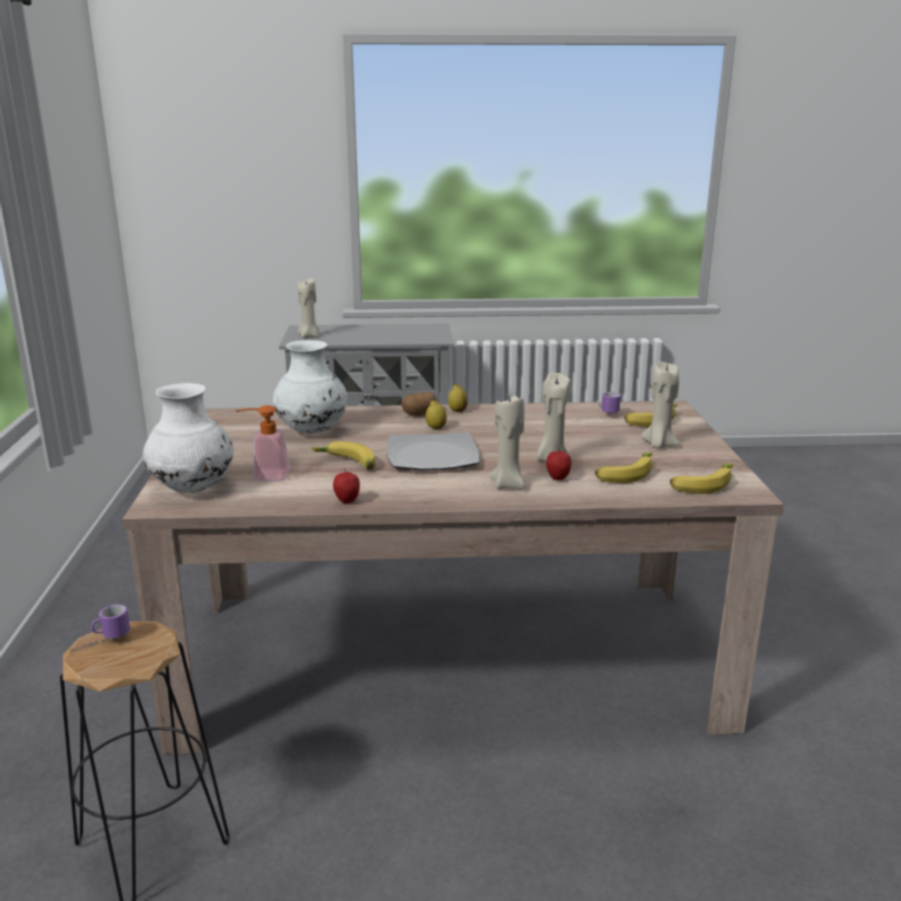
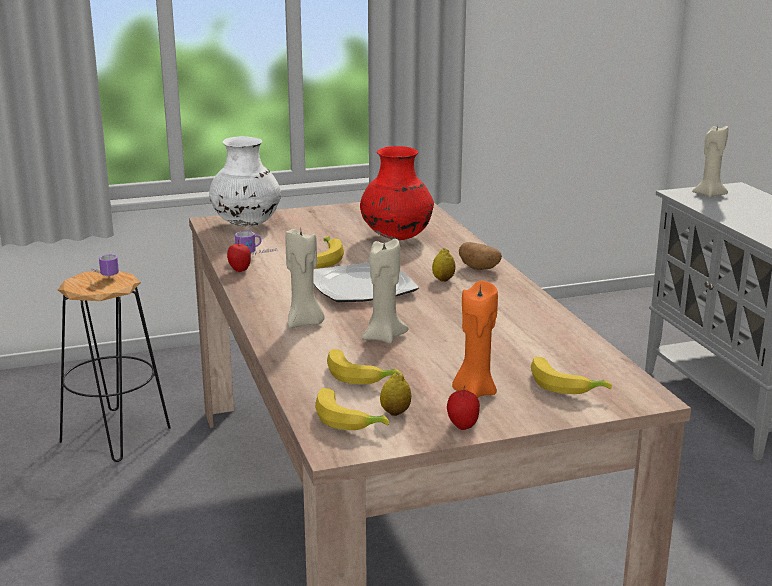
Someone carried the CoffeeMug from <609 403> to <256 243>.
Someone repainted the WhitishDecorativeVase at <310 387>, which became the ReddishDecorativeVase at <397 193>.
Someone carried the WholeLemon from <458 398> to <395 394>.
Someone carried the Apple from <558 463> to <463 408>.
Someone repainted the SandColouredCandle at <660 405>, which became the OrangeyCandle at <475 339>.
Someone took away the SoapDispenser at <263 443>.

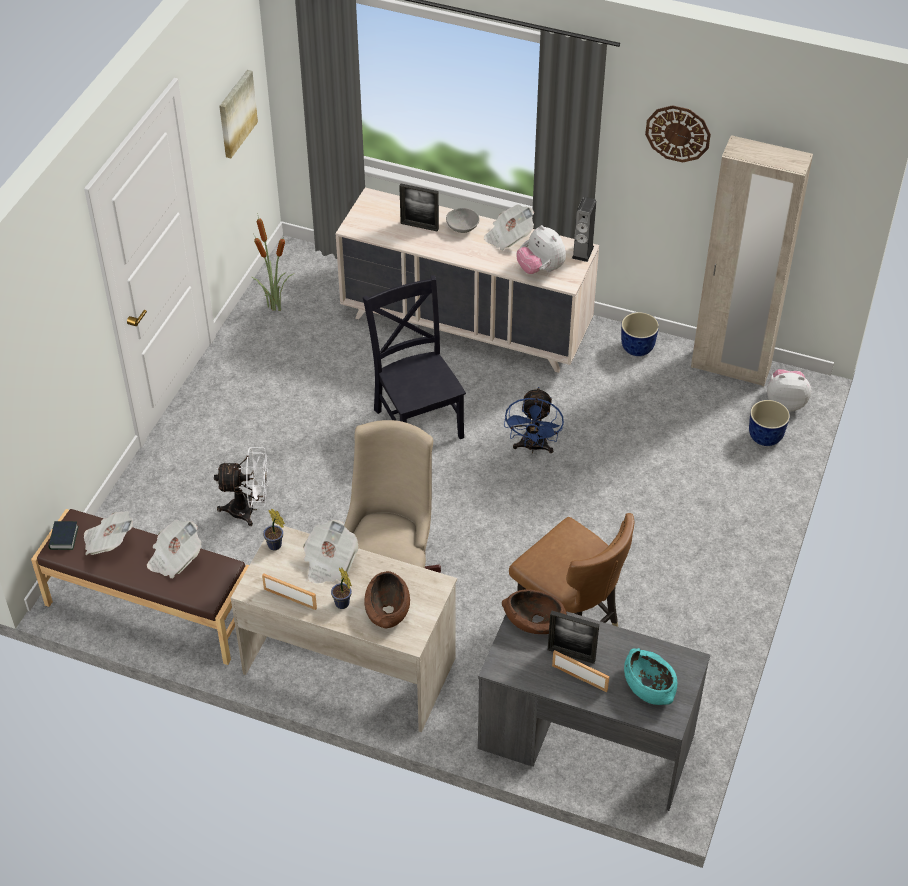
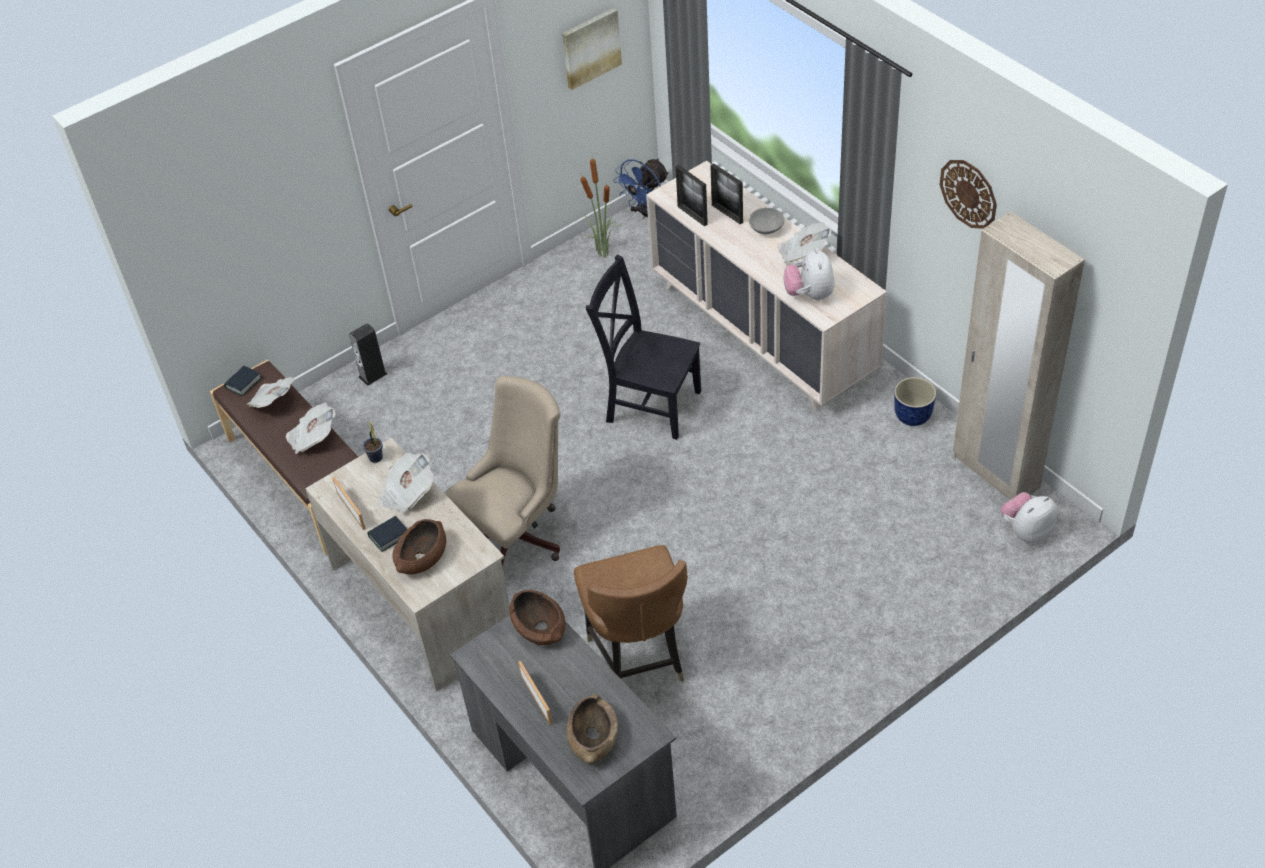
Someone carried the AudioSpeaker from <584 229> to <368 354>.
Someone swapped the Houseplant at <341 588> for the BoundBook at <387 534>.
Someone repainted the TurquoiseColouredBowl at <650 676>, which became the BrownColouredBowl at <592 729>.
Someone rotated the BlackishUprightChair at <414 357> by 75 degrees counterclockwise.
Someone carried the BluishFan from <534 420> to <642 189>.
Someone carried the PictureFrame from <573 637> to <692 196>.
Someone rotated the CuddlyToy at <789 390> by 75 degrees counterclockwise.
Someone took away the WhitishFan at <241 486>.
Someone took away the Planter at <769 423>.

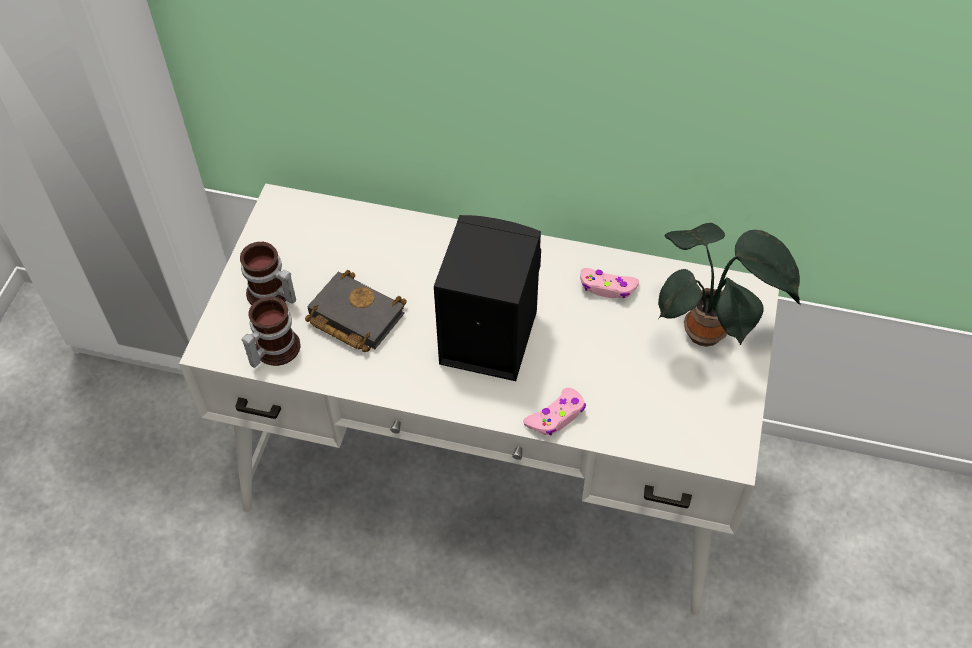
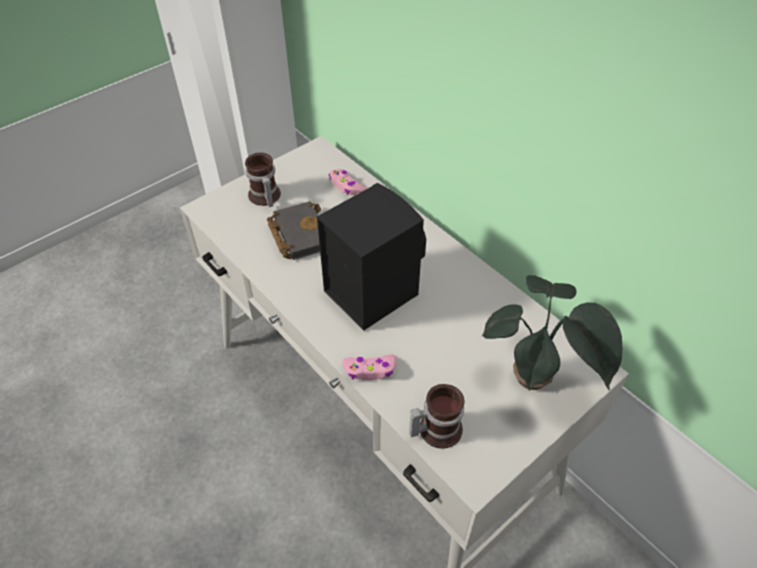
Someone carried the PinkishJoypad from <609 283> to <348 182>.
Someone carried the CoffeeMug from <271 332> to <437 416>.

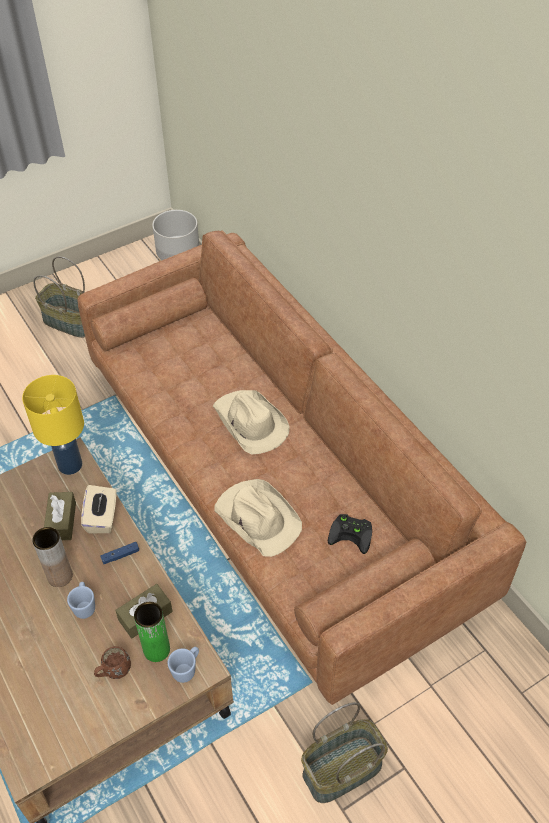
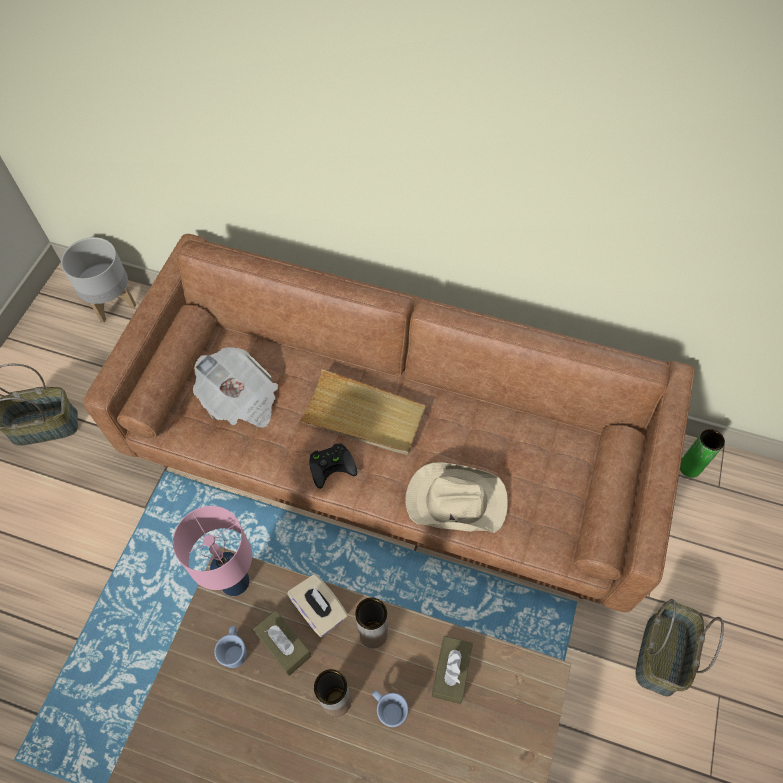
Someone repainted the YellowishTableLamp at <53 425>, which became the PinkishTableLamp at <212 551>.
Someone put down the Newspaper at <235 387>.
Someone carried the BluishCoffeeMug from <183 665> to <230 647>.
Someone swapped the SandColouredWearableHat at <251 422> for the SandColouredCarryingTray at <362 412>.
Someone carried the BlackishJoypad from <350 534> to <333 466>.
Someone swapped the BluishJoypad at <119 553> for the BrownColouredDecorativeVase at <371 622>.
Someone carried the GreenishDecorativeVase from <152 632> to <702 453>.
Someone took away the BrownColouredCoffeeMug at <112 662>.

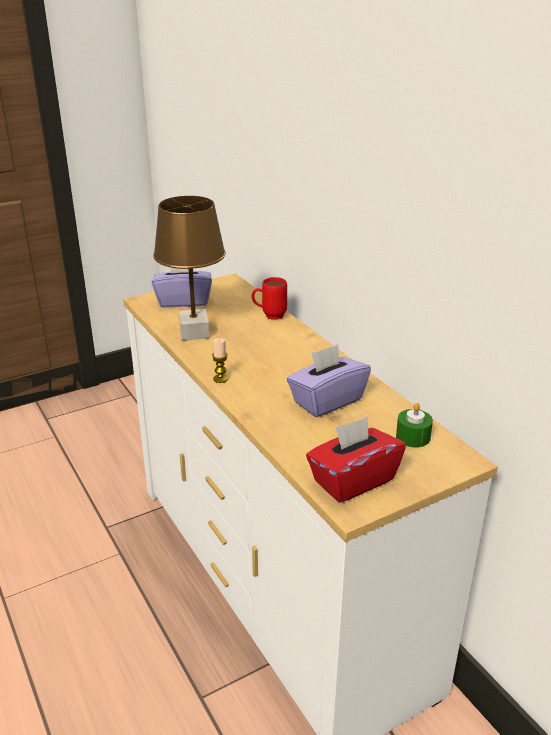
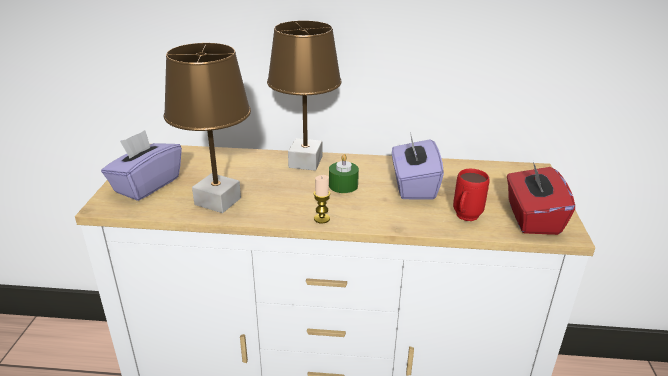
Someone put down the BrownColouredTableLamp at <304 96>.
Someone carried the GreenishCandle from <414 425> to <344 173>.
Someone carried the ReddishCoffeeMug from <269 298> to <471 195>.

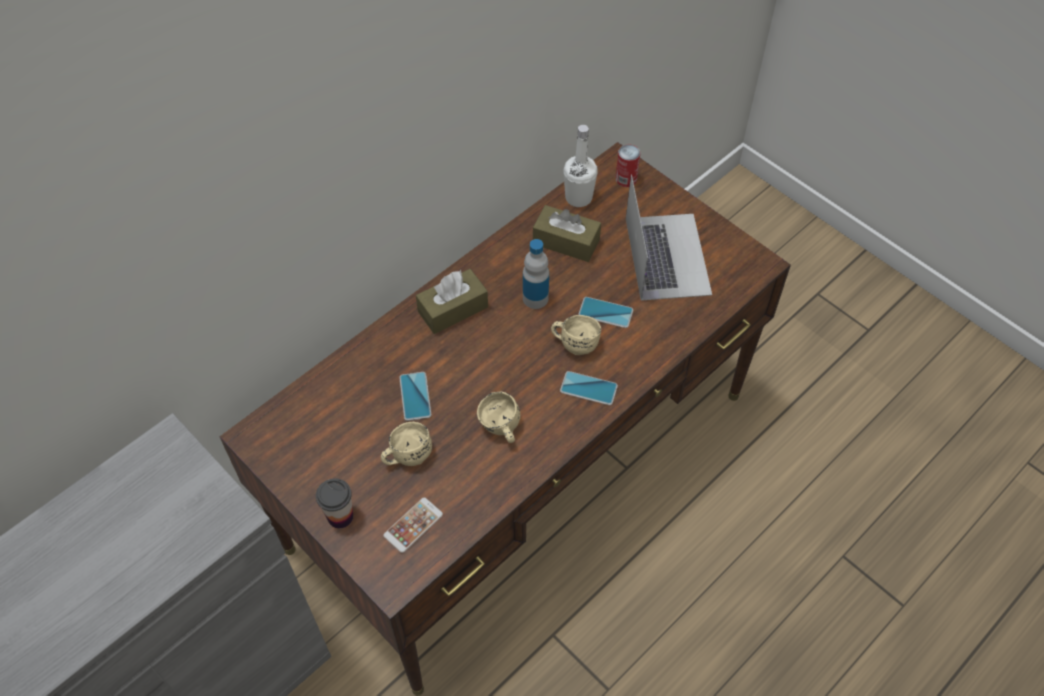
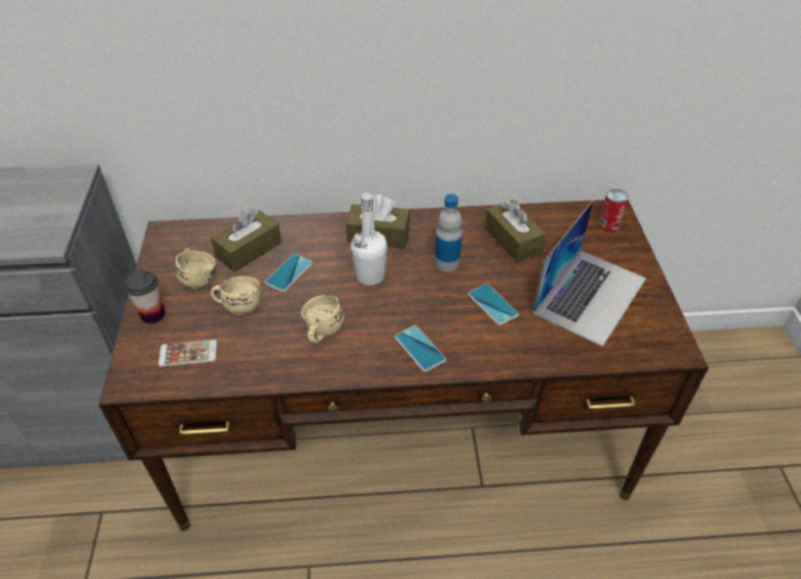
Someone carried the SandColouredCoffeeMug from <576 335> to <195 269>.
Someone put down the BrownColouredTissueHolder at <246 240>.
Someone carried the WhitishBottle from <580 166> to <369 239>.

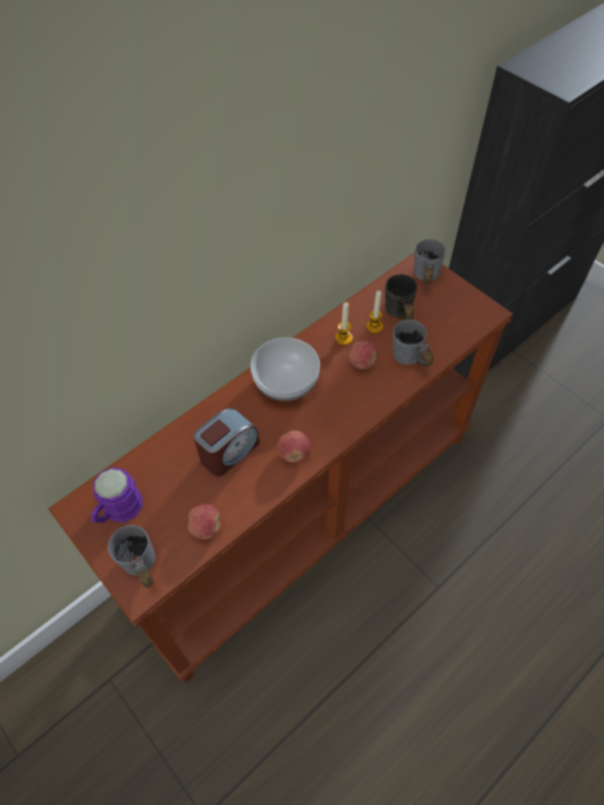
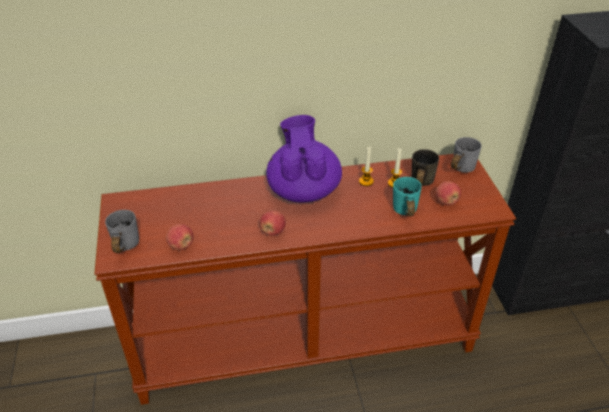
Someone swapped the Bowl at <285 369> for the PurpleTeapot at <304 158>.
Someone repainted the GrayCoffeeMug at <413 343>, which became the TurquoiseColouredCoffeeMug at <407 196>.
Someone carried the Apple from <363 354> to <448 193>.
Someone took away the PurpleCoffeeMug at <117 495>.
Someone took away the AlarmClock at <226 442>.

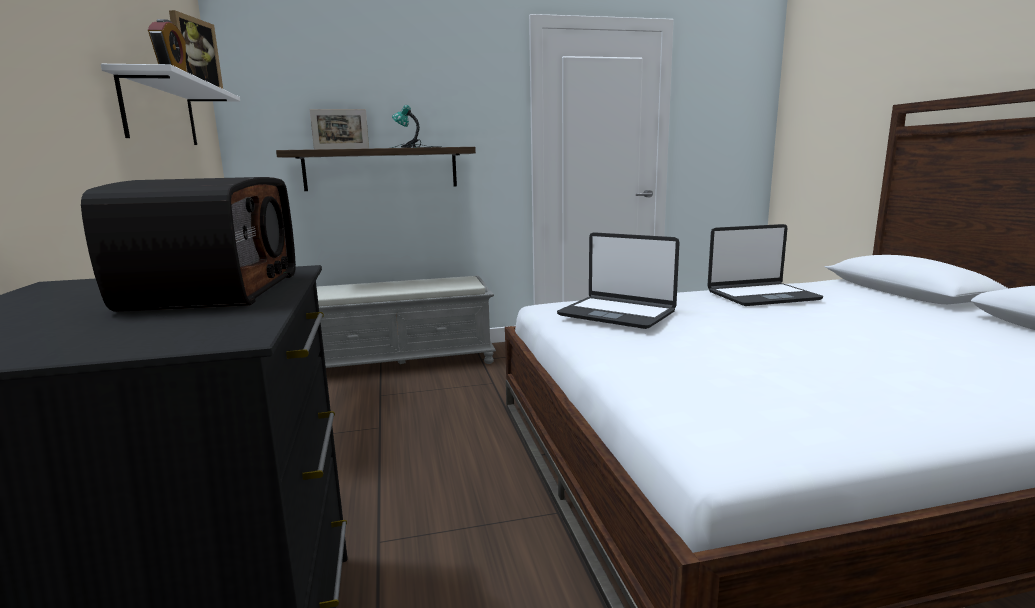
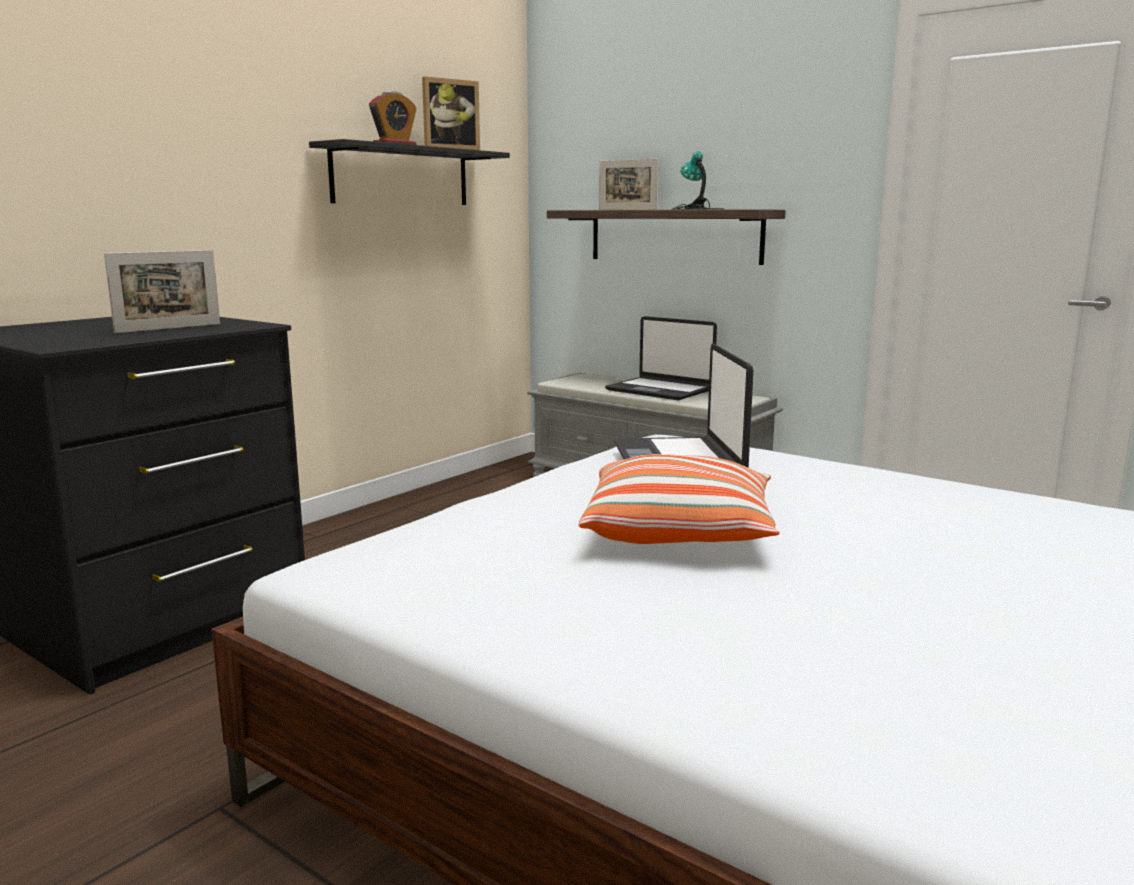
Someone swapped the Radio at <188 244> for the PictureFrame at <162 291>.
Someone repainted the WhitishBracketShelf at <170 104>, which became the BlackishBracketShelf at <409 172>.
Someone put down the ThrowPillow at <679 499>.
Someone carried the NotebookComputer from <765 265> to <661 358>.

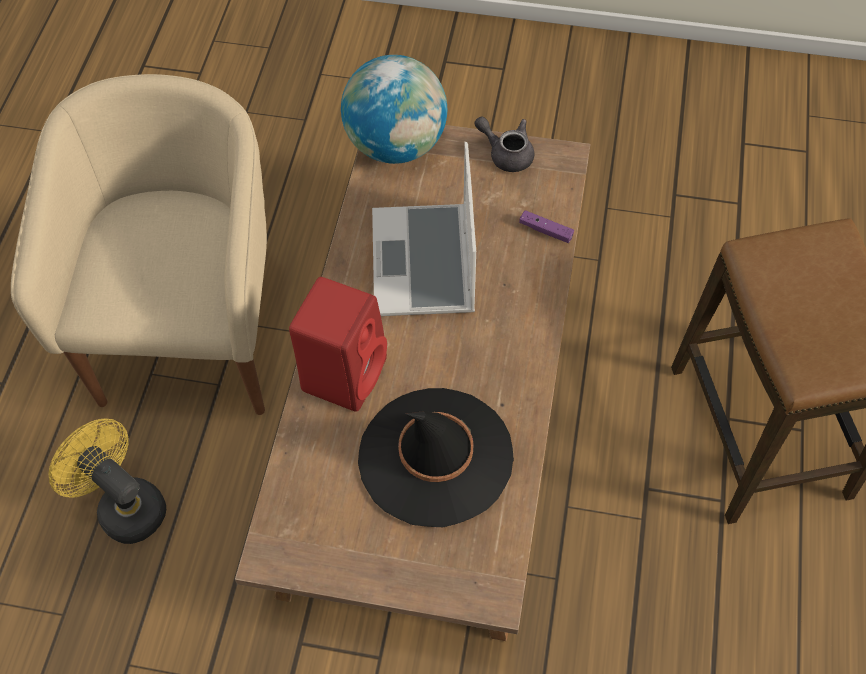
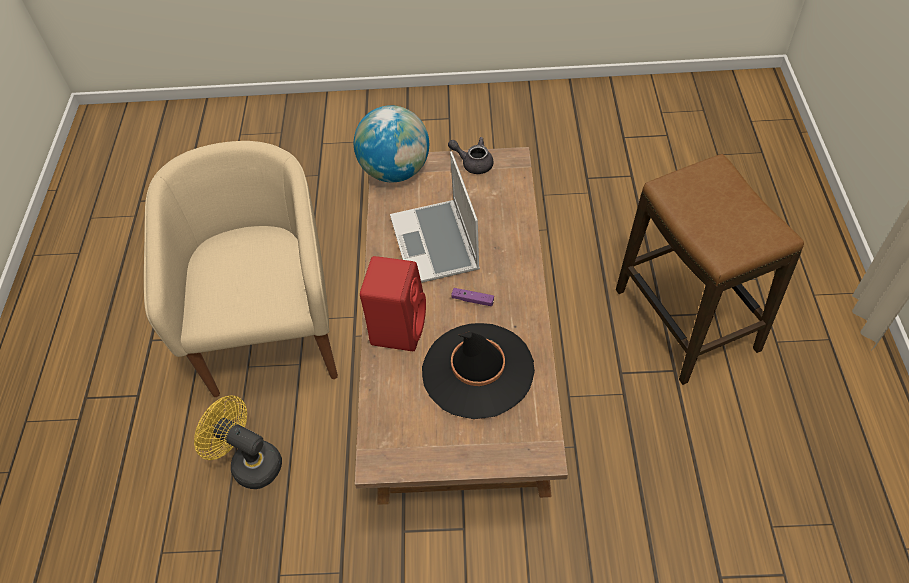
Someone carried the PurpleJoypad from <546 226> to <472 297>.

